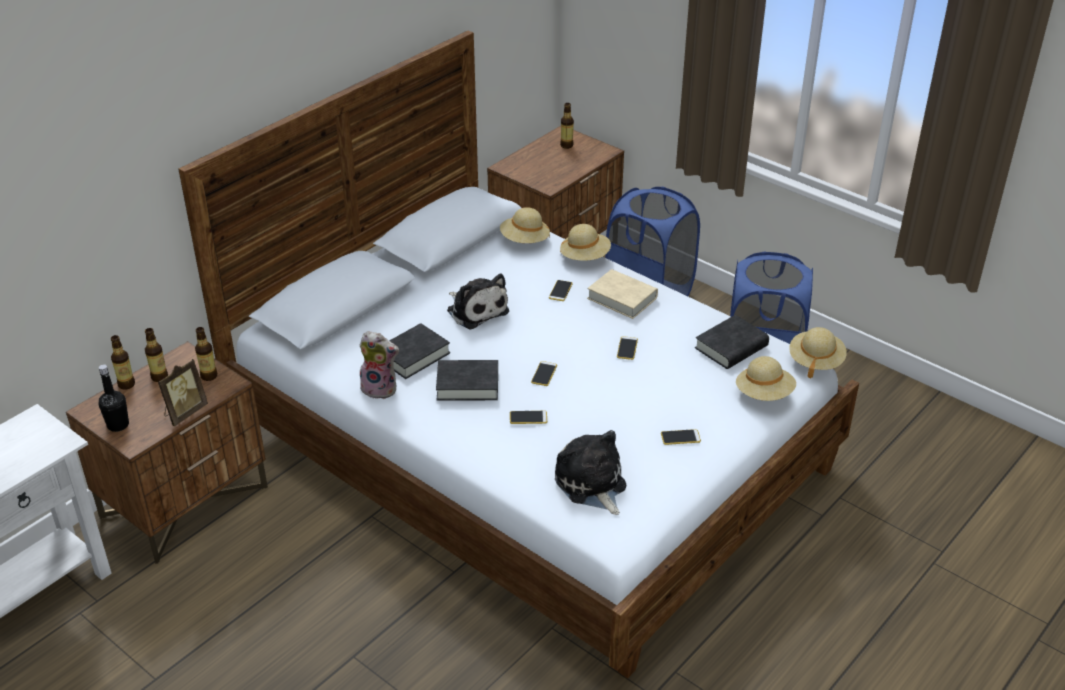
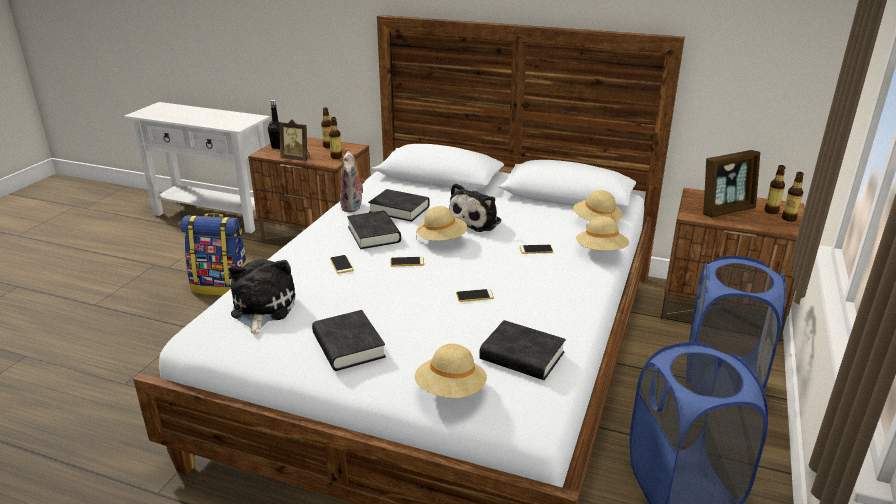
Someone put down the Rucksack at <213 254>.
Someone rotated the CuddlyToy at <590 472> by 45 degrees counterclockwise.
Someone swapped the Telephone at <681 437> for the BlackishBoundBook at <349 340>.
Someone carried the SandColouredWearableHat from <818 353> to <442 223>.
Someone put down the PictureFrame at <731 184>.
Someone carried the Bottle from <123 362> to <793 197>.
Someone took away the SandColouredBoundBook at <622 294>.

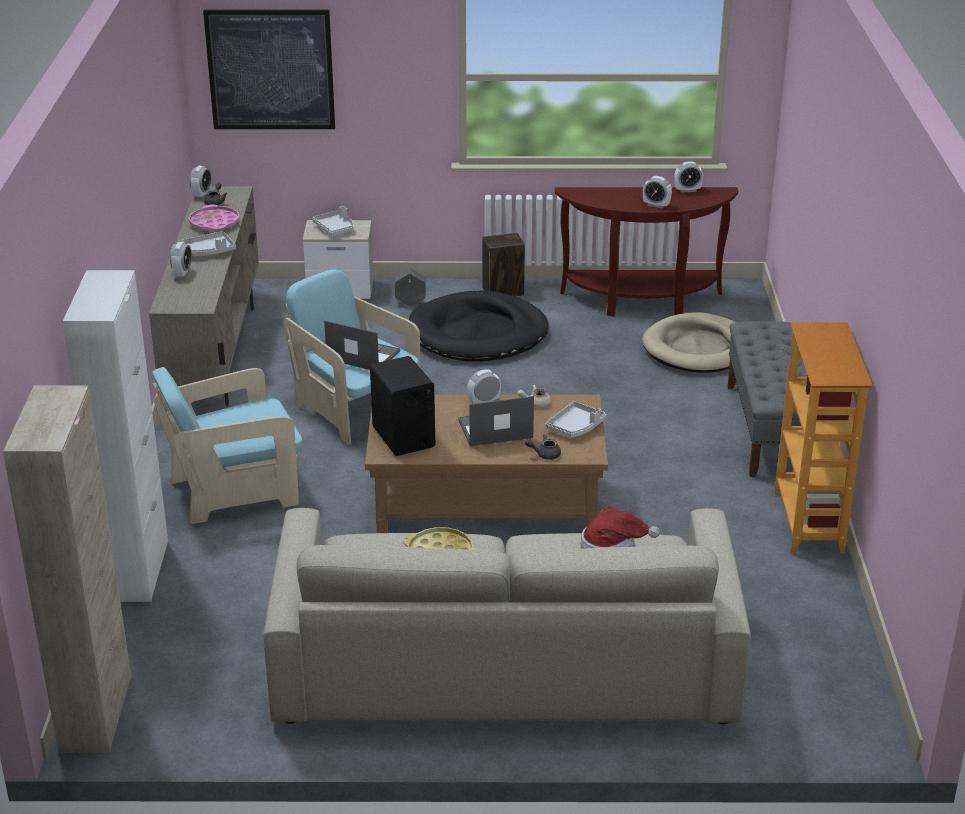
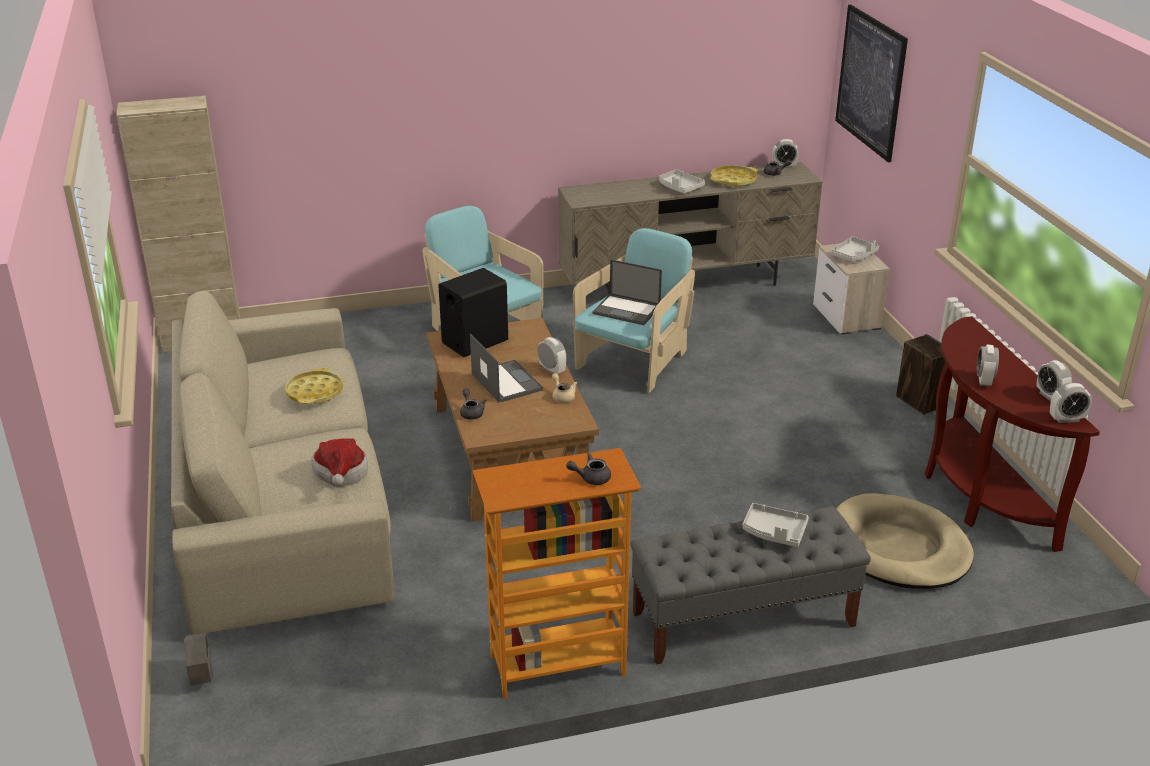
Someone carried the GrayPlanter from <410 287> to <198 659>.
Someone put down the GrayTeapot at <588 469>.
Someone rotated the NotebookComputer at <362 345> by 105 degrees clockwise.
Someone repainted the PinkishCarryingTray at <214 217>, which became the YellowishCarryingTray at <734 176>.
Someone carried the GrayCarryingTray from <575 419> to <775 525>.
Someone carried the AlarmClock from <181 260> to <1071 403>.
Someone took away the WhitishCabinet at <115 436>.
Someone took away the BlackishDogBed at <479 326>.

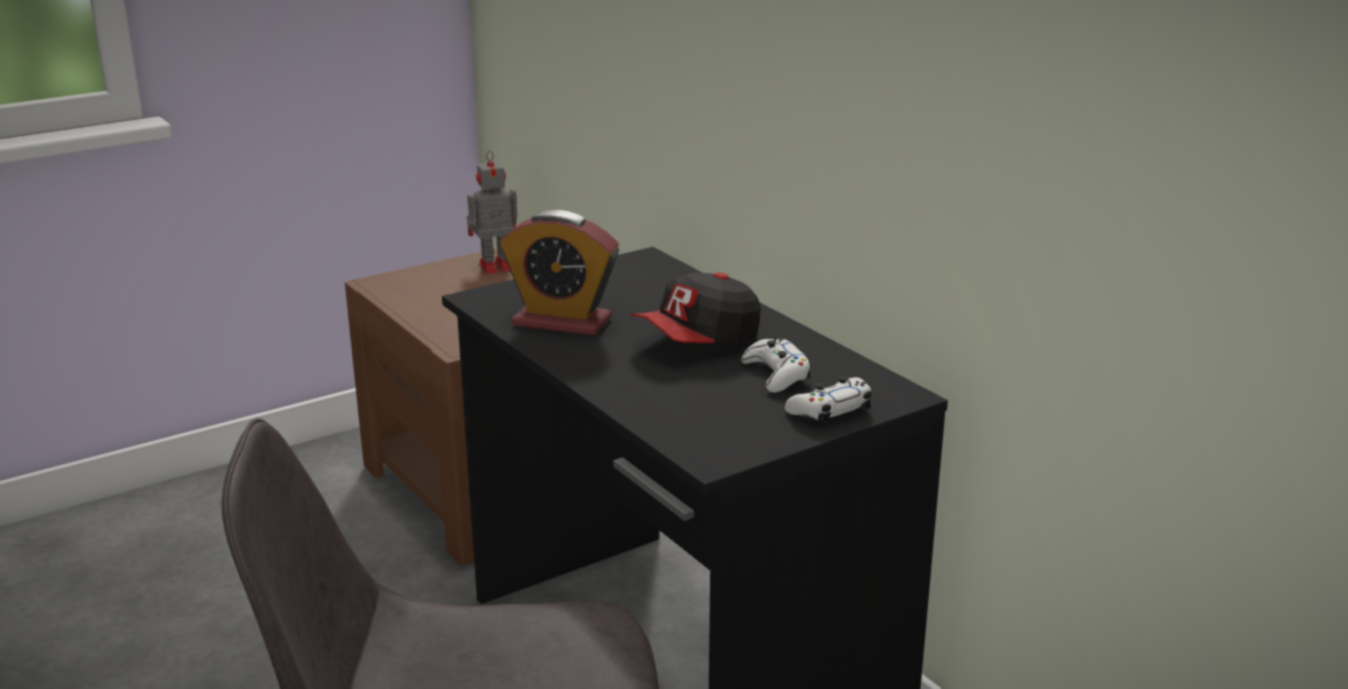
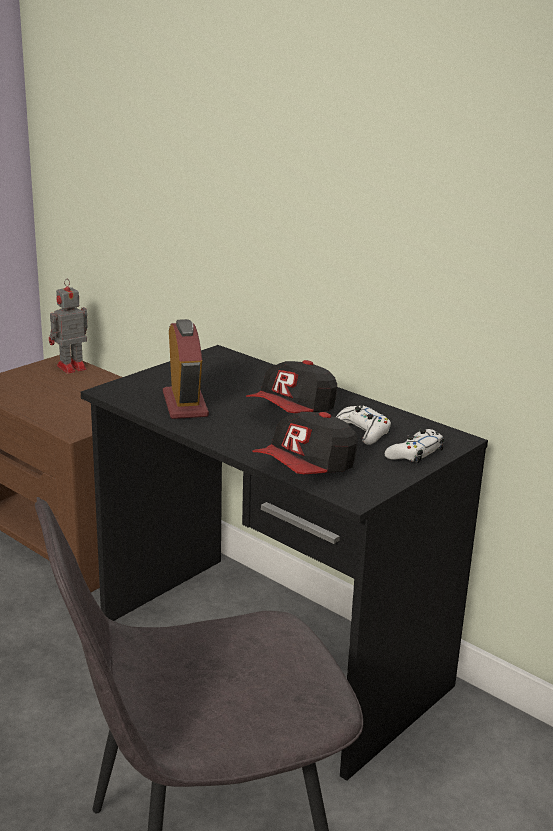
Someone rotated the AlarmClock at <559 272> by 105 degrees counterclockwise.
Someone put down the PeakedCap at <305 443>.

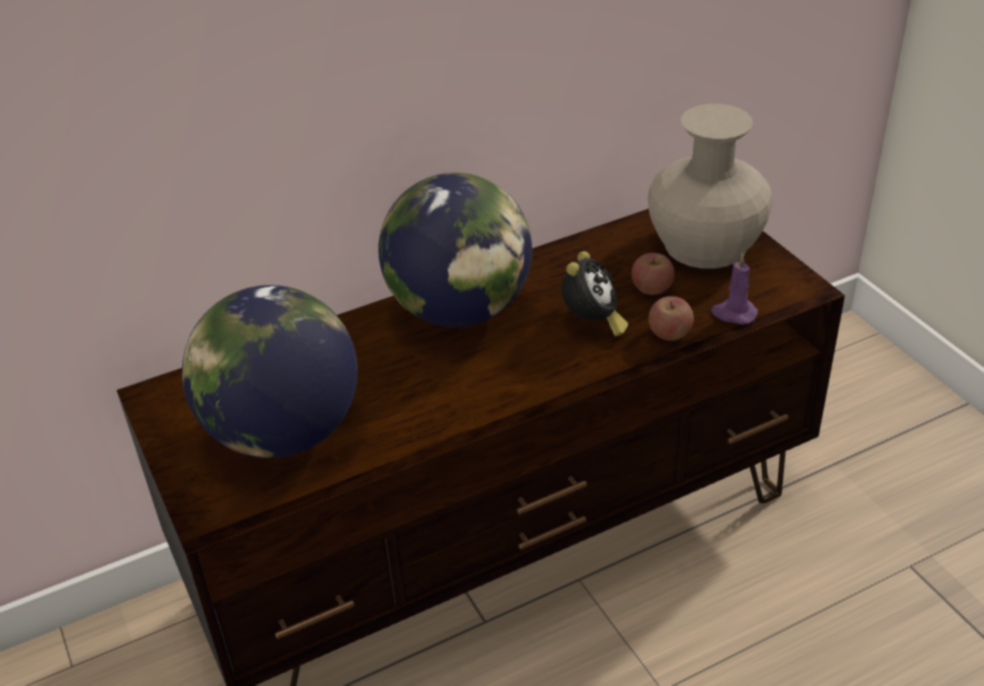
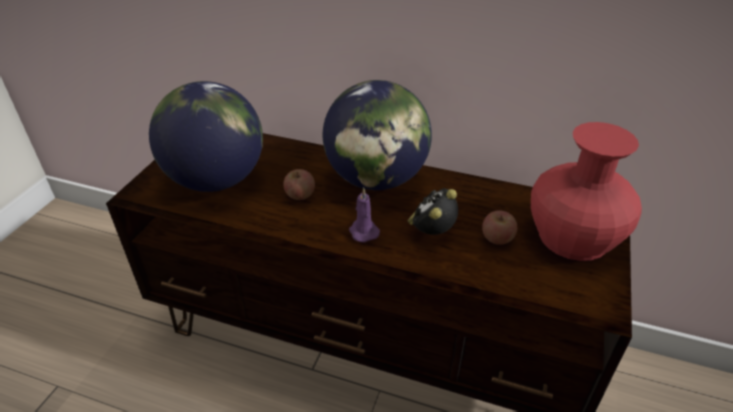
Someone carried the Apple from <671 318> to <299 184>.
Someone carried the PurpleCandle from <734 289> to <364 214>.
Someone rotated the AlarmClock at <594 293> by 150 degrees clockwise.
Someone repainted the SandColouredDecorativeVase at <710 186>, which became the ReddishDecorativeVase at <586 191>.

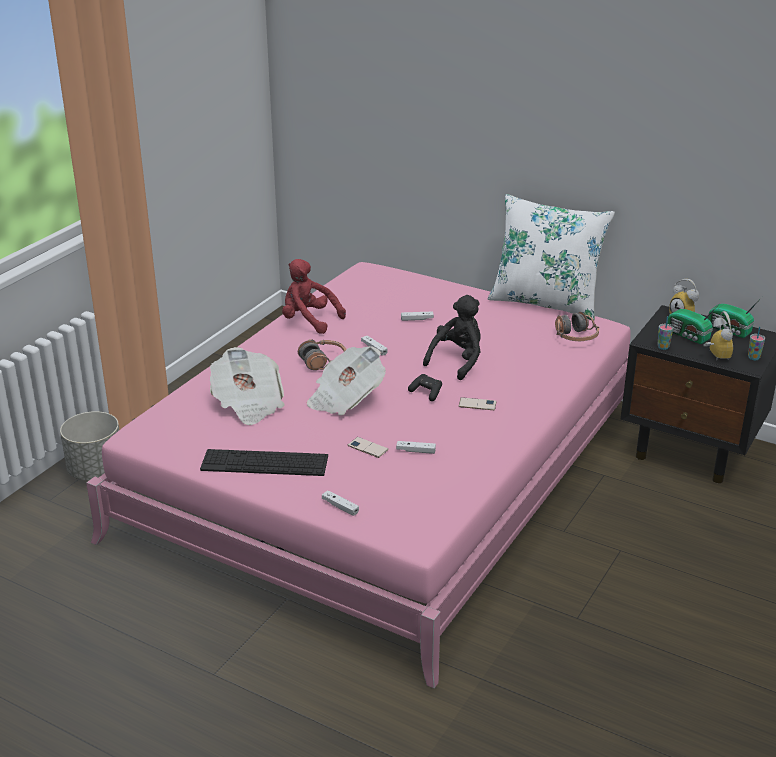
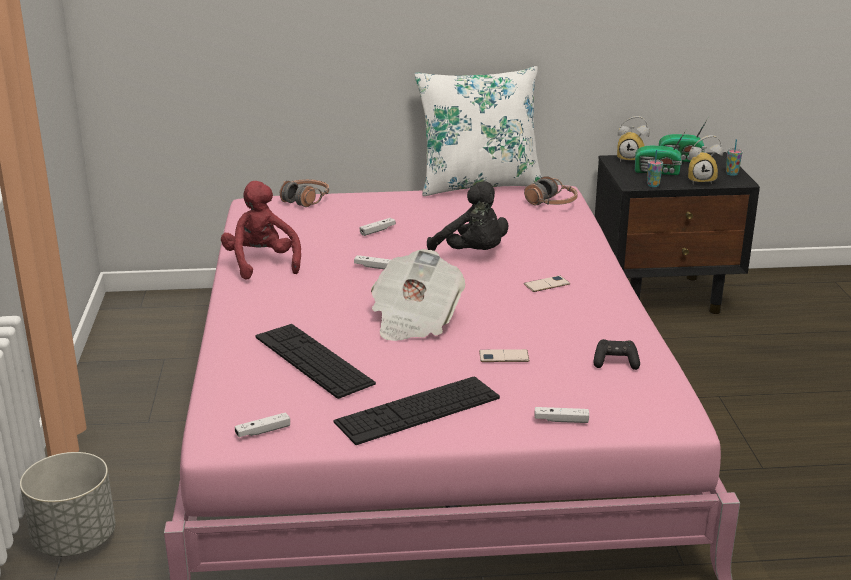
Someone rotated the ReddishCuddlyToy at <314 296> by 75 degrees clockwise.
Someone carried the WhitishJoypad from <416 447> to <262 424>.
Someone swapped the Newspaper at <247 386> for the ComputerKeyboard at <316 361>.
Someone carried the Headphones from <322 354> to <304 193>.
Someone rotated the BlackishCuddlyToy at <452 337> by 135 degrees clockwise.
Someone carried the BlackishJoypad from <425 387> to <616 354>.
Someone rotated the AlarmClock at <718 335> by 135 degrees clockwise.

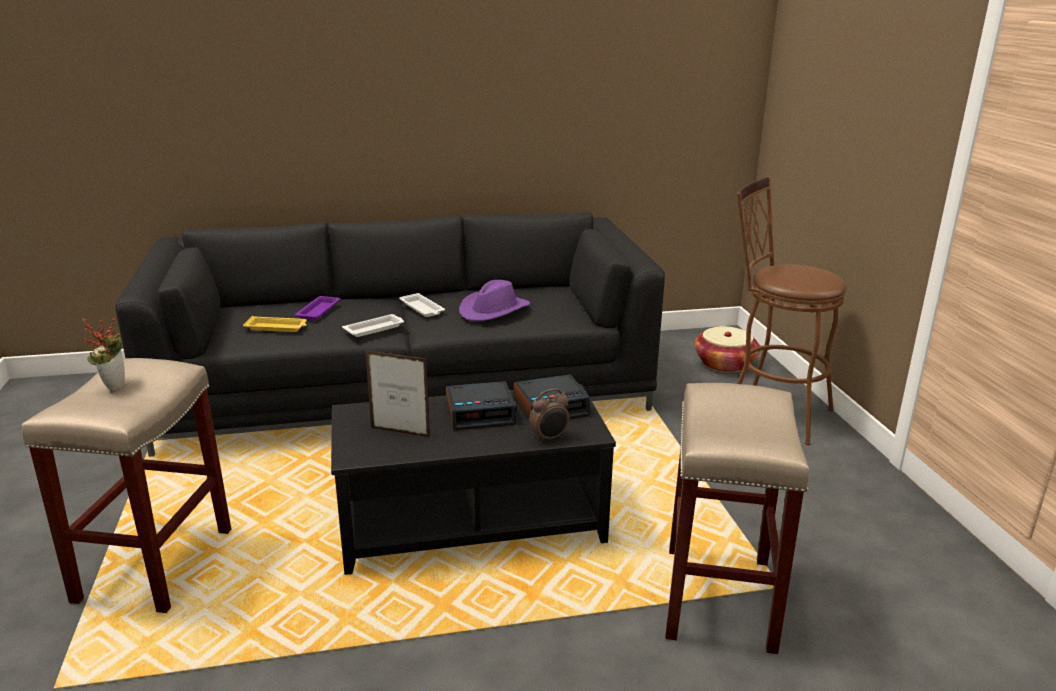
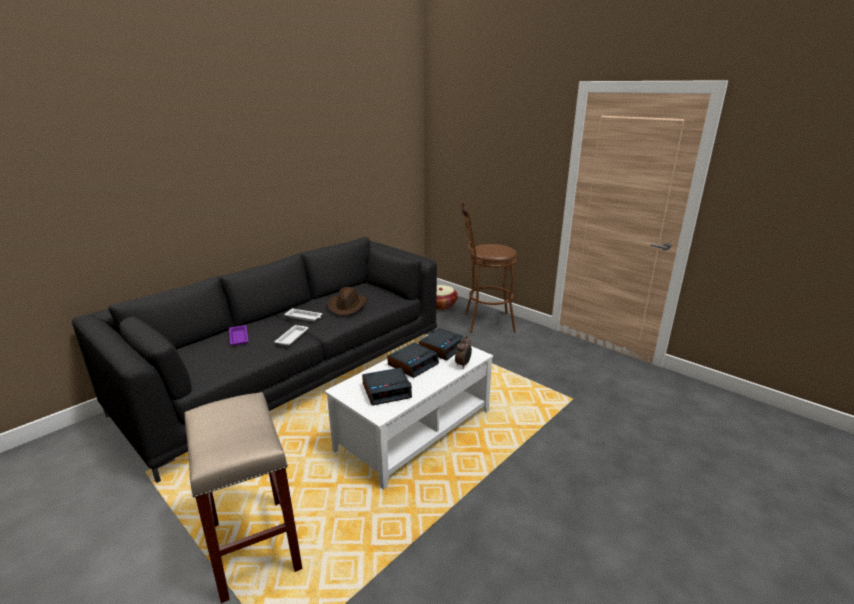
Someone repainted the BlackishCoffeeTable at <473 479>, which became the WhitishCoffeeTable at <409 416>.
Someone repainted the PurpleWearableHat at <494 300>, which became the BrownColouredWearableHat at <347 301>.
Someone swapped the PictureFrame at <398 394> for the AlarmClock at <387 386>.
Someone took away the Houseplant at <103 354>.
Someone took away the YellowishCarryingTray at <275 324>.
Someone took away the SandColouredStoolSeat at <737 518>.

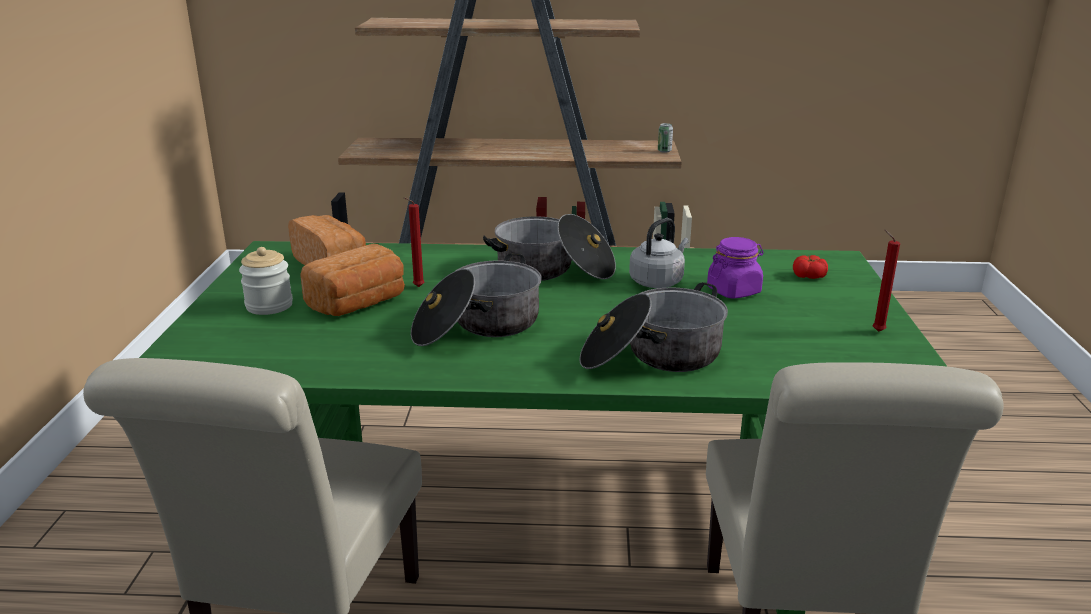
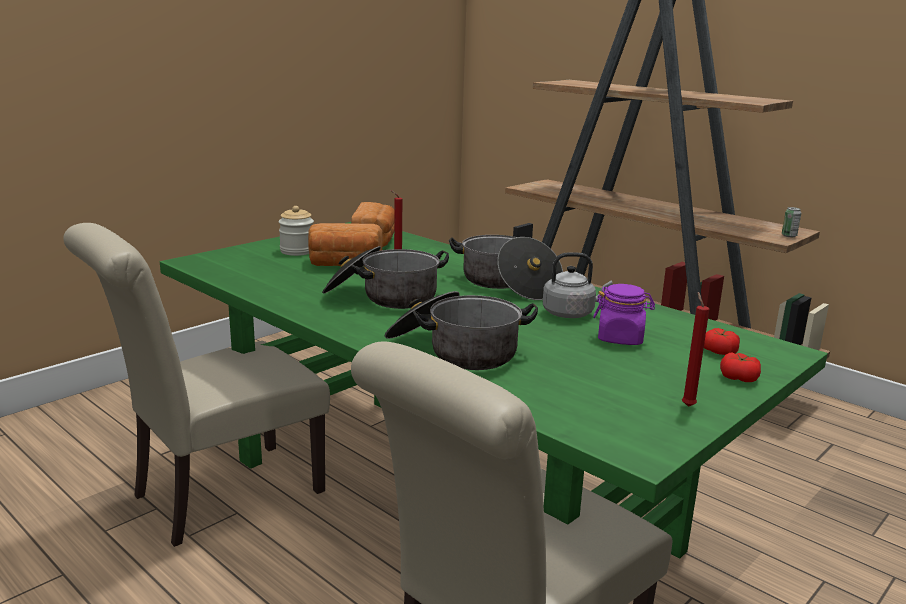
Someone put down the WholeTomato at <740 367>.

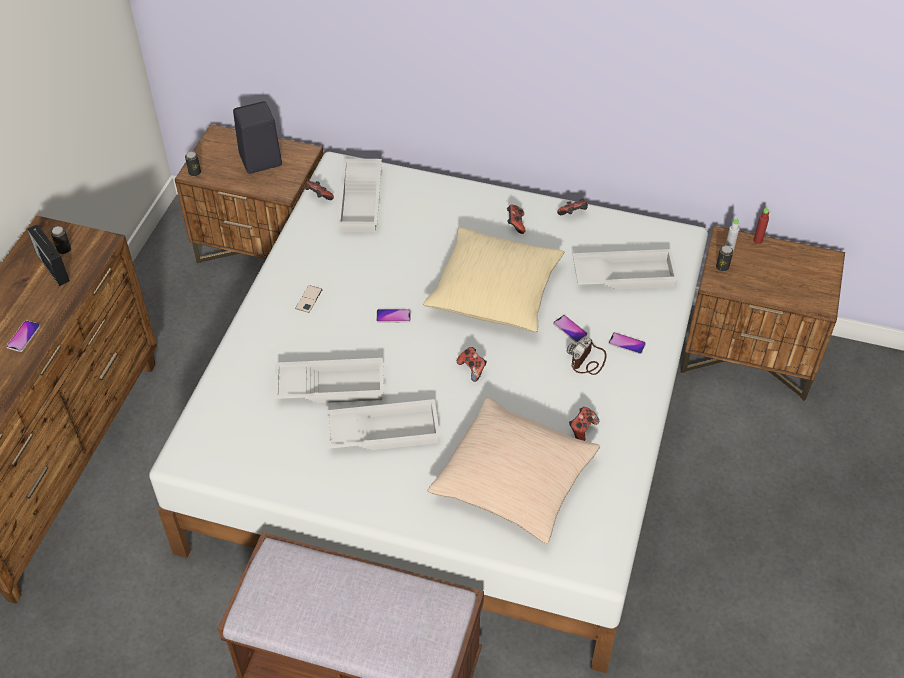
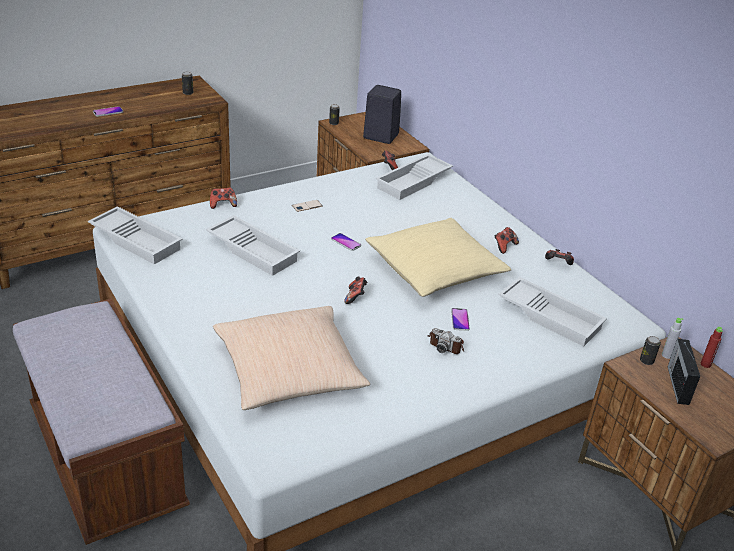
Someone carried the WhitishCarryingTray from <382 424> to <135 235>.
Someone carried the Joypad from <584 424> to <223 198>.
Someone rotated the StillCamera at <587 356> by 135 degrees counterclockwise.
Someone carried the Radio from <48 255> to <684 372>.
Someone took away the Telephone at <627 343>.

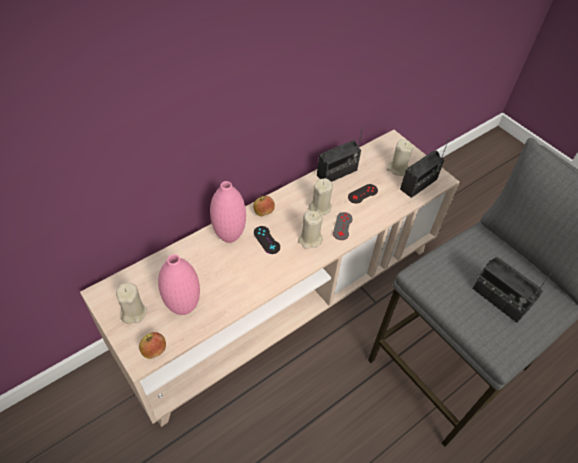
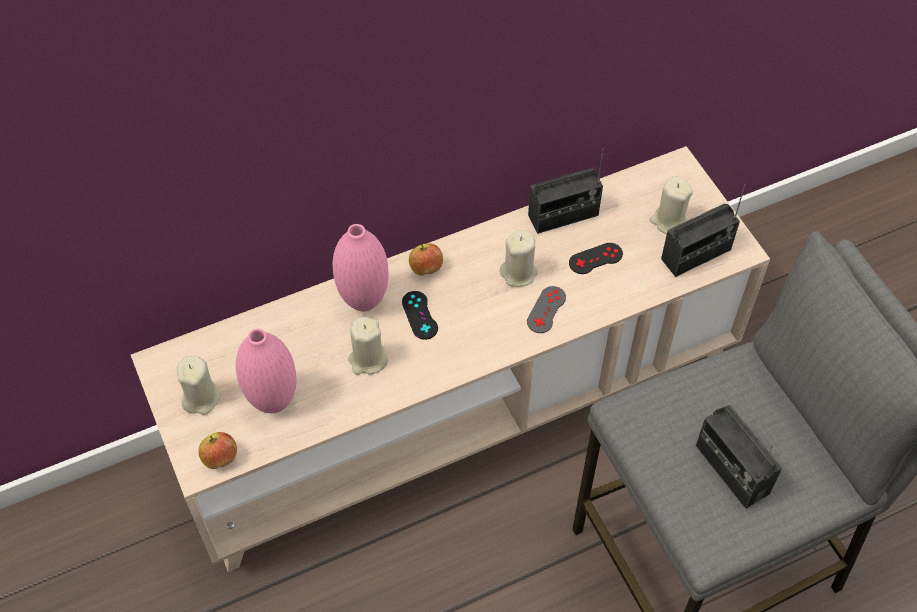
Someone carried the SandColouredCandle from <310 229> to <368 346>.

